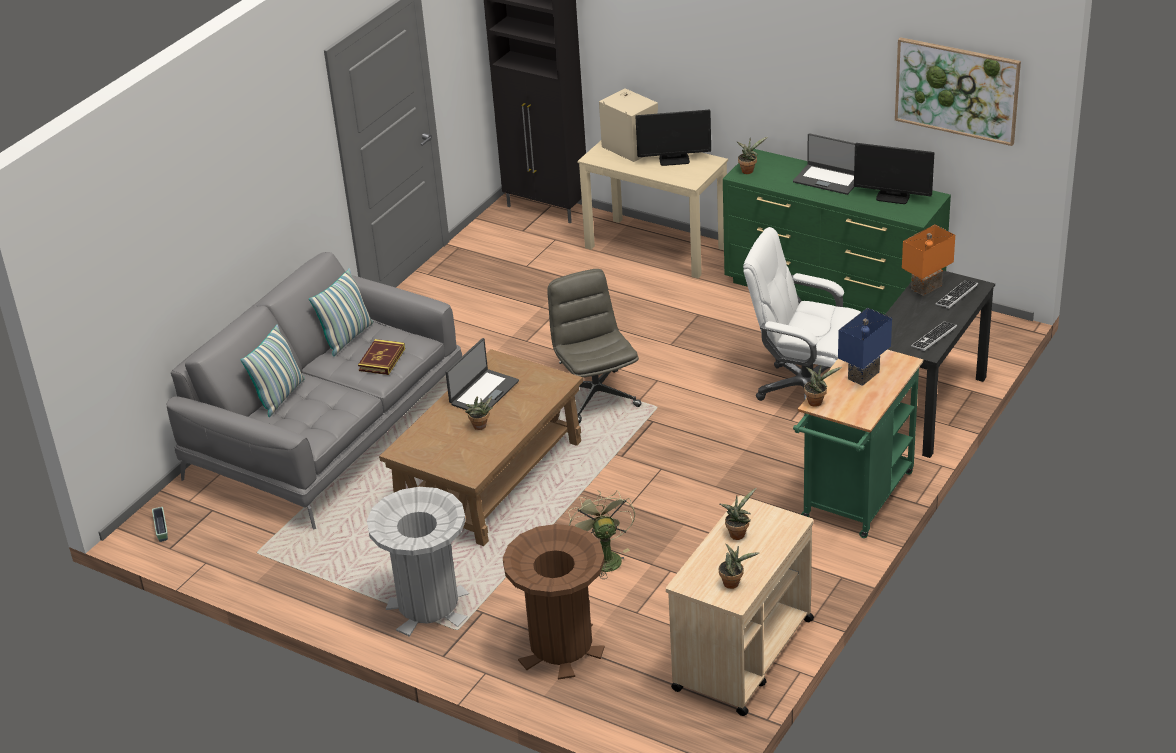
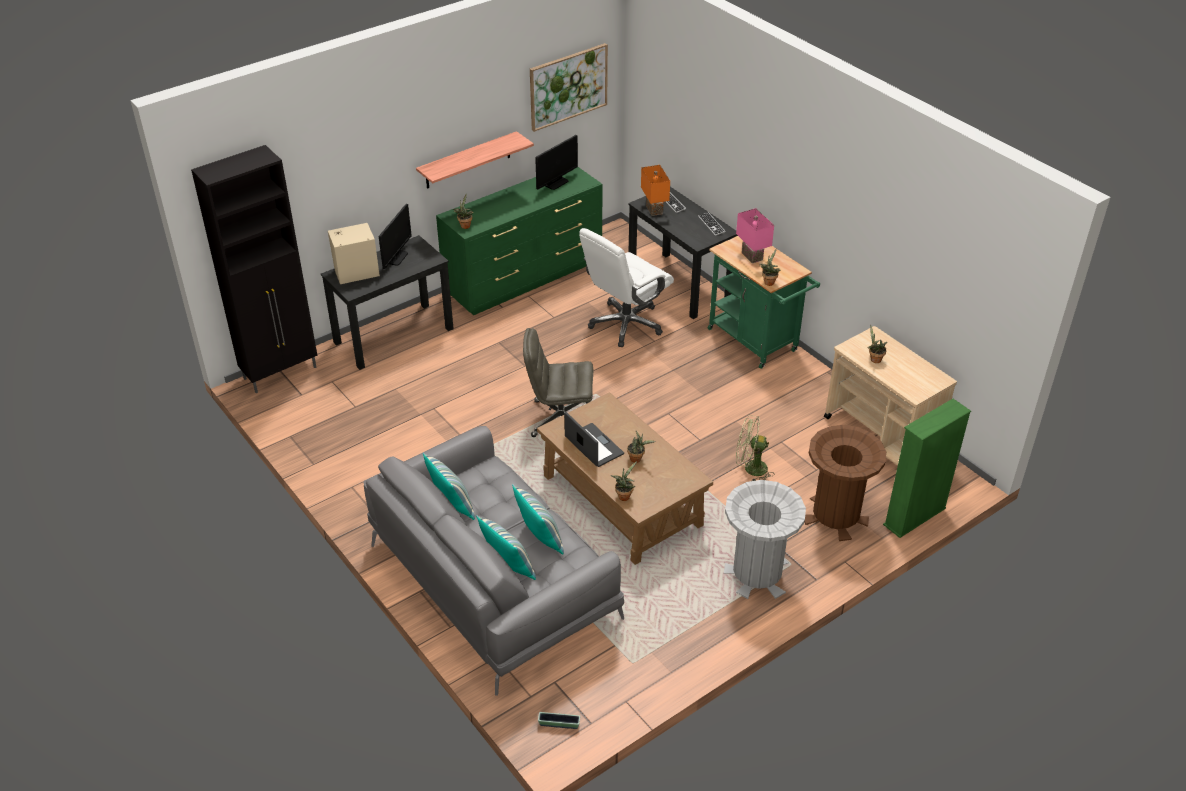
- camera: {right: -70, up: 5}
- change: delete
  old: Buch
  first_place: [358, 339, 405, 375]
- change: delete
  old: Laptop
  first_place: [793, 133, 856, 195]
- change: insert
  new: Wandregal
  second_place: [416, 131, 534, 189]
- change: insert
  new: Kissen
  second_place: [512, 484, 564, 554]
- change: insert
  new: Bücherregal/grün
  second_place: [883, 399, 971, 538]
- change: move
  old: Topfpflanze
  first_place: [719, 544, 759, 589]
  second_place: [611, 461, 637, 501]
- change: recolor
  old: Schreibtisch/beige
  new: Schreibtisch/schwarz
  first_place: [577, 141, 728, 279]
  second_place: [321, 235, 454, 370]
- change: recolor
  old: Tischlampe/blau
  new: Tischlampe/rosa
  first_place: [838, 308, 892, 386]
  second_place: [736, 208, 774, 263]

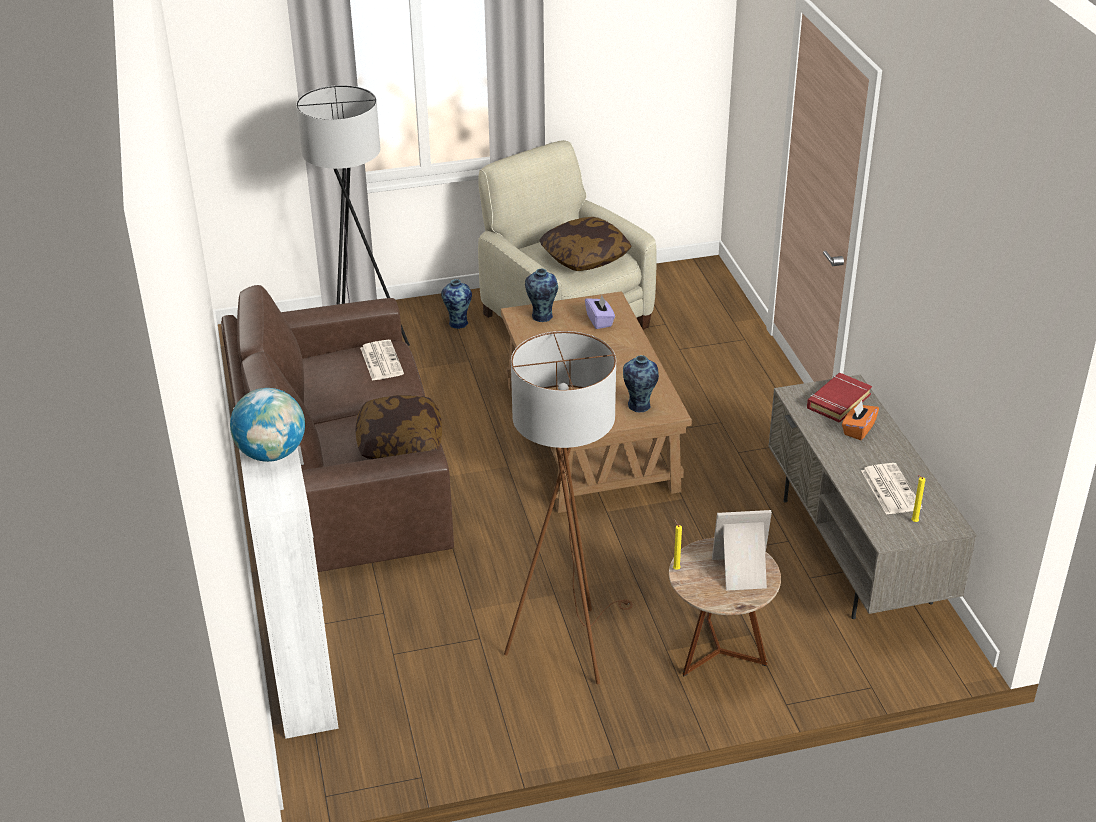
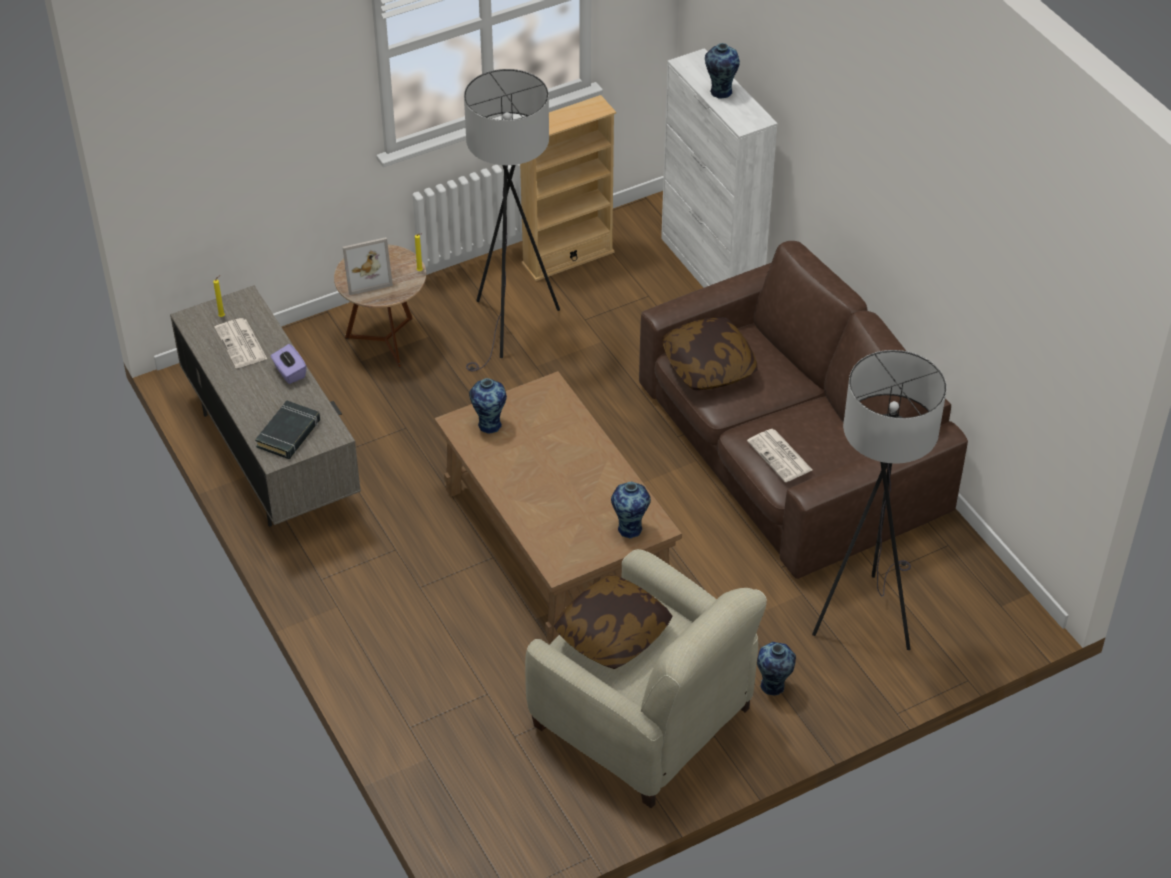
- camera: {right: 165, up: 10}
- change: delete
  old: Taschentuchbox/orange
  first_place: [842, 401, 879, 440]
- change: insert
  new: Bücherregal/beige
  second_place: [520, 95, 616, 281]
- change: move
  old: Taschentuchbox/lila
  first_place: [585, 295, 615, 329]
  second_place: [271, 344, 307, 384]
- change: replace
  old: Globus
  new: Vase
  first_place: [230, 388, 305, 462]
  second_place: [705, 43, 740, 99]
- change: recolor
  old: Stehlampe/braun
  new: Stehlampe/grau
  first_place: [504, 331, 633, 684]
  second_place: [464, 69, 560, 371]
- change: recolor
  old: Buch/rot
  new: Buch/schwarz
  first_place: [807, 373, 872, 423]
  second_place: [255, 401, 320, 459]

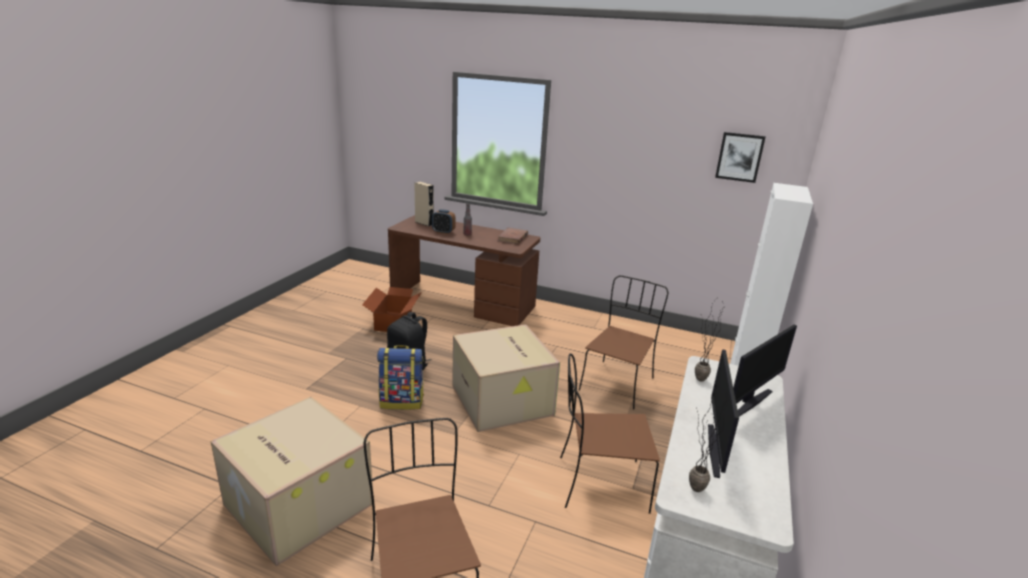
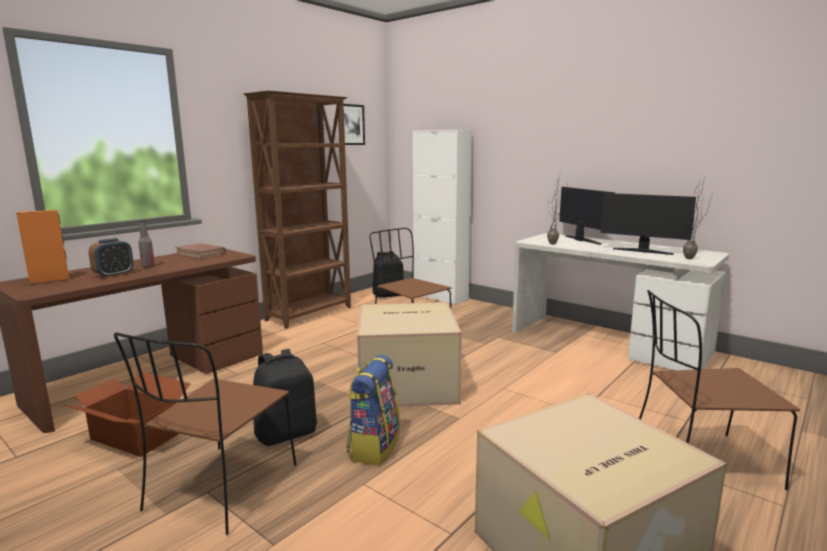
- camera: {right: -70, up: -10}
- change: insert
  new: Bücherregal/braun
  second_place: [243, 90, 351, 328]
- change: insert
  new: Rucksack/schwarz
  second_place: [373, 251, 404, 298]
- change: move
  old: Stuhl/braun
  first_place: [560, 354, 660, 514]
  second_place: [114, 332, 297, 535]
- change: recolor
  old: Lautsprecher/beige
  new: Lautsprecher/orange
  first_place: [414, 182, 434, 226]
  second_place: [16, 210, 70, 285]

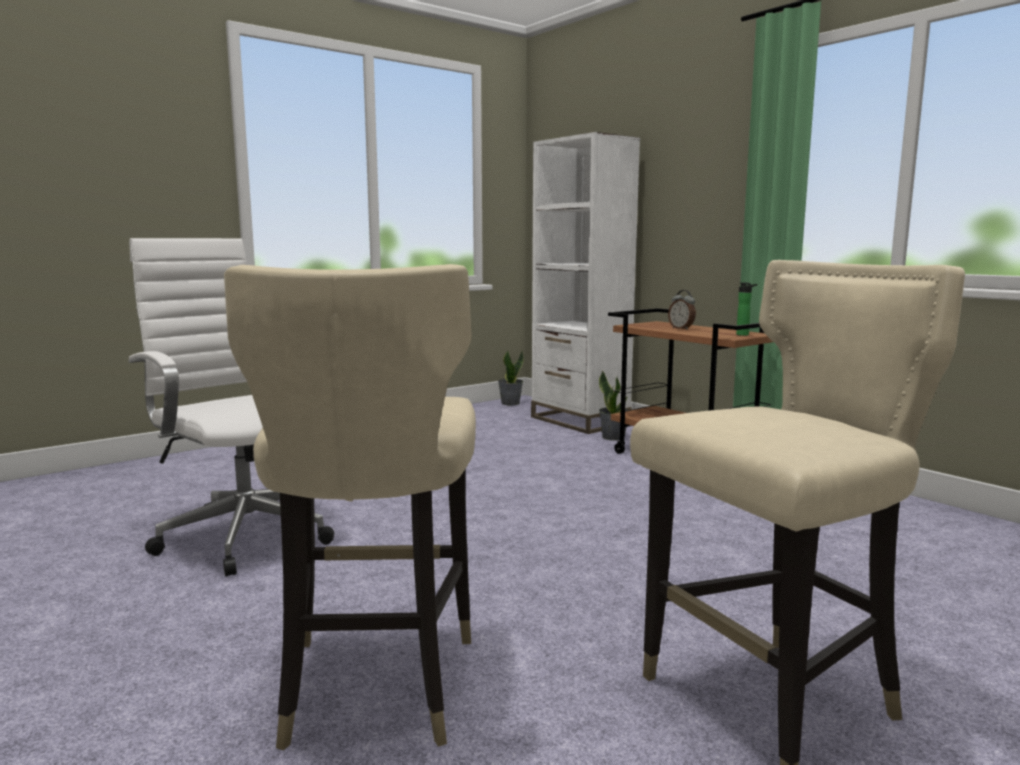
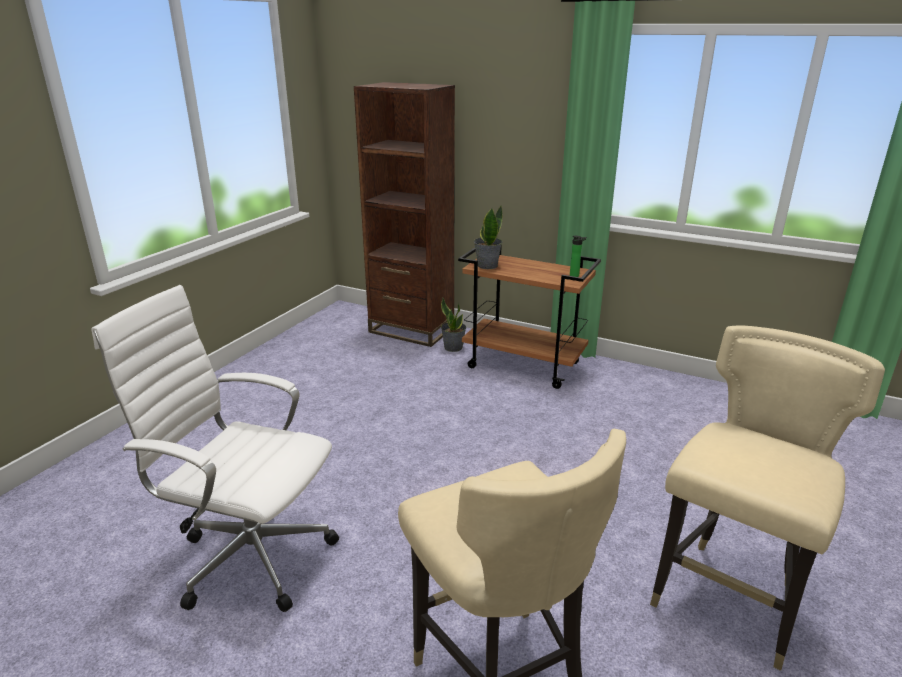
- camera: {right: -25, up: 15}
- change: delete
  old: Wecker
  first_place: [668, 290, 696, 330]
- change: move
  old: Topfpflanze
  first_place: [498, 350, 524, 405]
  second_place: [474, 205, 502, 269]
- change: recolor
  old: Bücherregal/weiß
  new: Bücherregal/braun
  first_place: [531, 132, 640, 434]
  second_place: [354, 82, 455, 347]

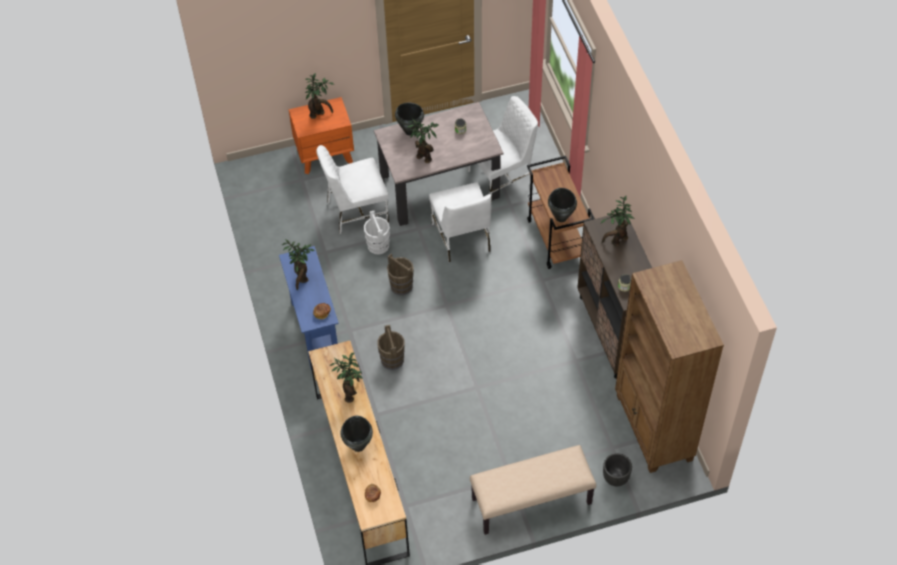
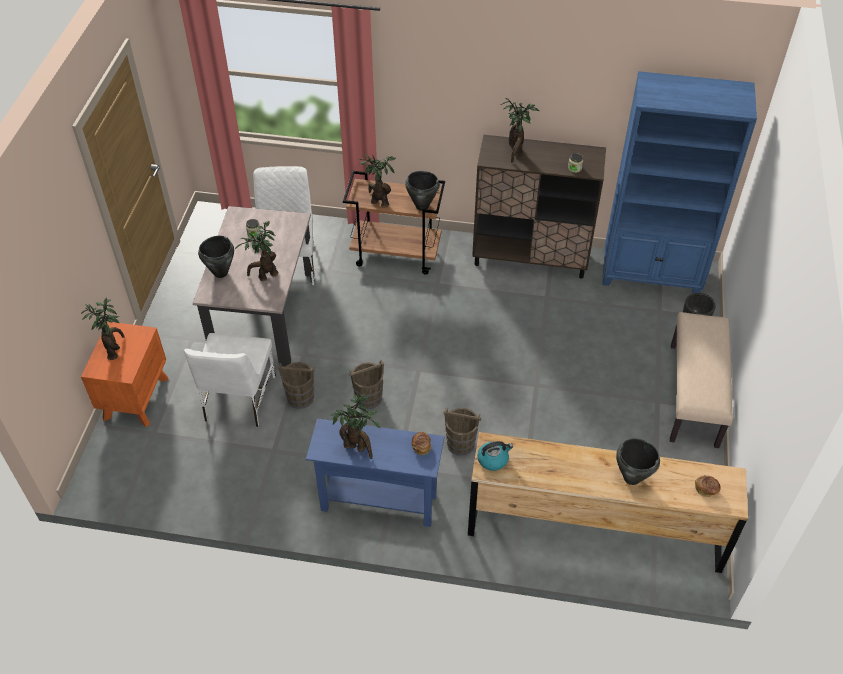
- camera: {right: -65, up: -5}
- change: delete
  old: Stuhl/weiß
  first_place: [429, 182, 492, 262]
- change: insert
  new: Wasserkessel
  second_place: [477, 441, 513, 471]
- change: move
  old: Topfpflanze
  first_place: [330, 353, 363, 403]
  second_place: [360, 154, 396, 208]
- change: recolor
  old: Eimer/weiß
  new: Eimer/braun
  first_place: [364, 211, 390, 255]
  second_place: [278, 362, 315, 409]
- change: recolor
  old: Bücherregal/braun
  new: Bücherregal/blau
  first_place: [615, 260, 724, 473]
  second_place: [602, 71, 757, 294]

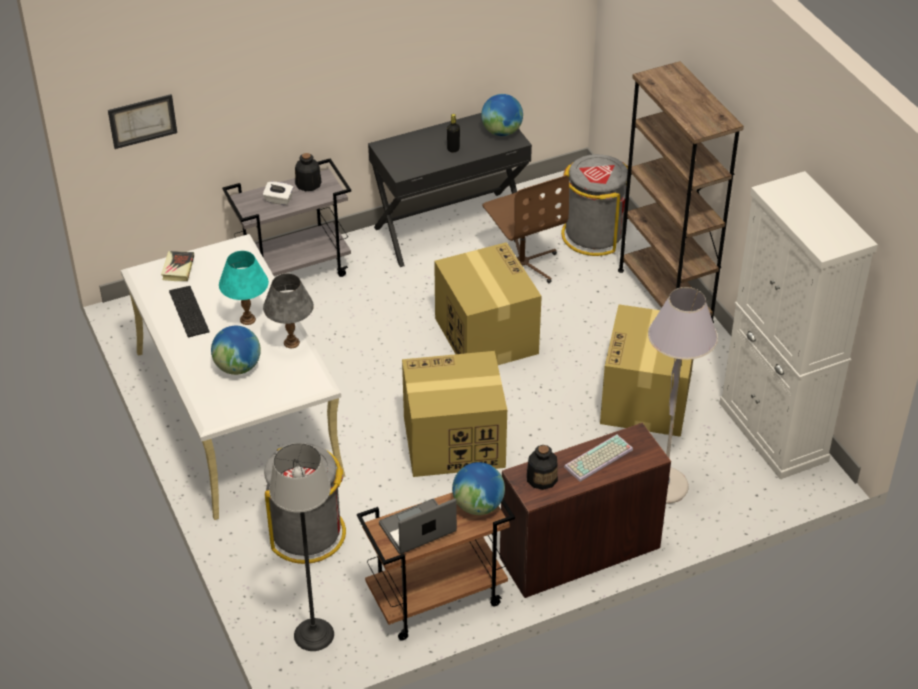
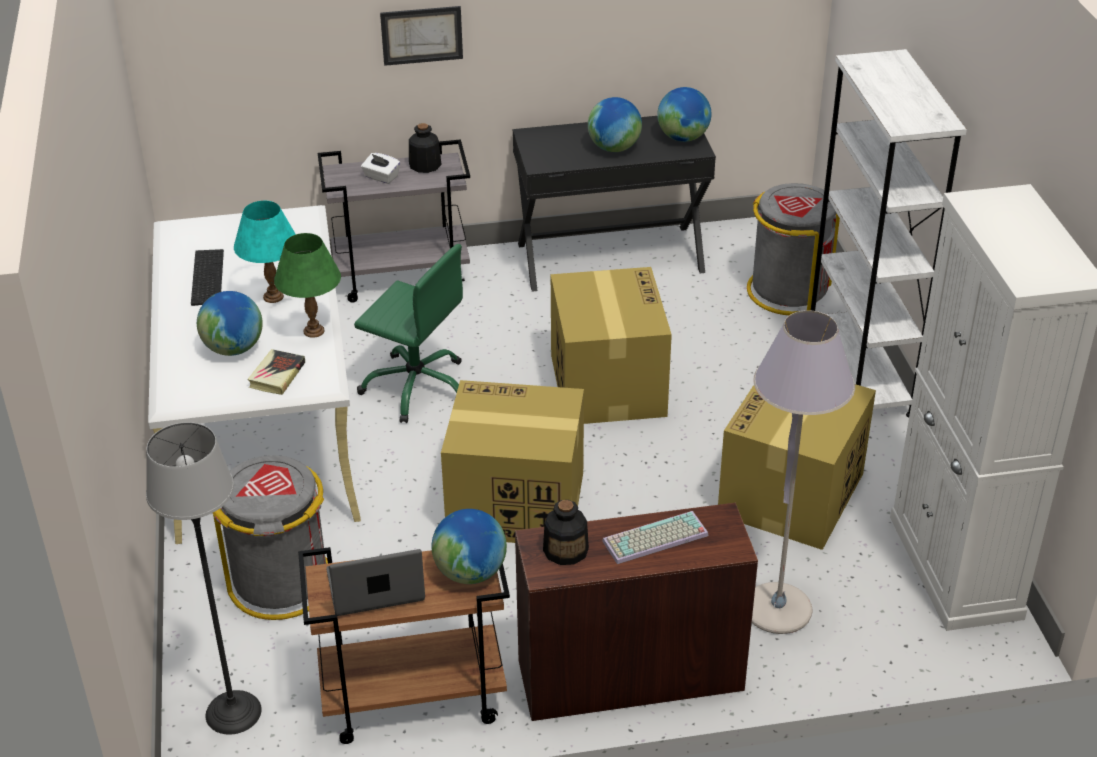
- camera: {right: 15, up: -5}
- change: delete
  old: Bürostuhl/braun
  first_place: [482, 175, 569, 283]
- change: insert
  new: Bürostuhl/grün
  second_place: [354, 244, 463, 423]
- change: move
  old: Bild
  first_place: [108, 94, 177, 149]
  second_place: [380, 6, 463, 66]
- change: move
  old: Buch
  first_place: [161, 251, 194, 281]
  second_place: [247, 349, 305, 395]
- change: replace
  old: Flasche/schwarz
  new: Globus
  first_place: [447, 114, 460, 152]
  second_place: [588, 97, 642, 152]
- change: recolor
  old: Tischlampe/grau
  new: Tischlampe/grün
  first_place: [263, 274, 314, 348]
  second_place: [274, 233, 341, 338]
- change: recolor
  old: Bücherregal/braun
  new: Bücherregal/weiß
  first_place: [618, 61, 744, 324]
  second_place: [811, 49, 967, 418]

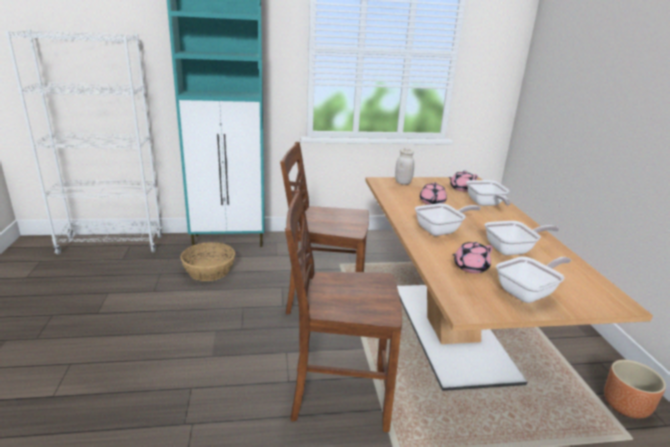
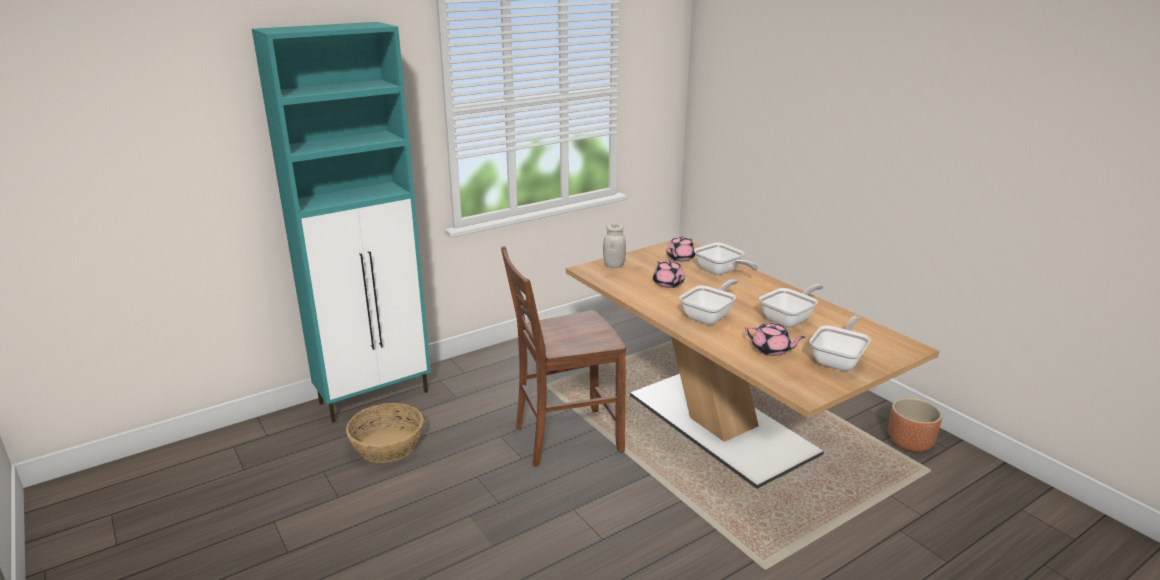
- camera: {right: -25, up: 0}
- change: delete
  old: Bücherregal/weiß
  first_place: [5, 29, 162, 255]
- change: delete
  old: Stuhl/braun
  first_place: [285, 190, 402, 432]
- change: rotate
  old: Teekanne/rosa
  first_place: [453, 242, 493, 273]
  second_place: [745, 323, 805, 356]
  degrees: -90

